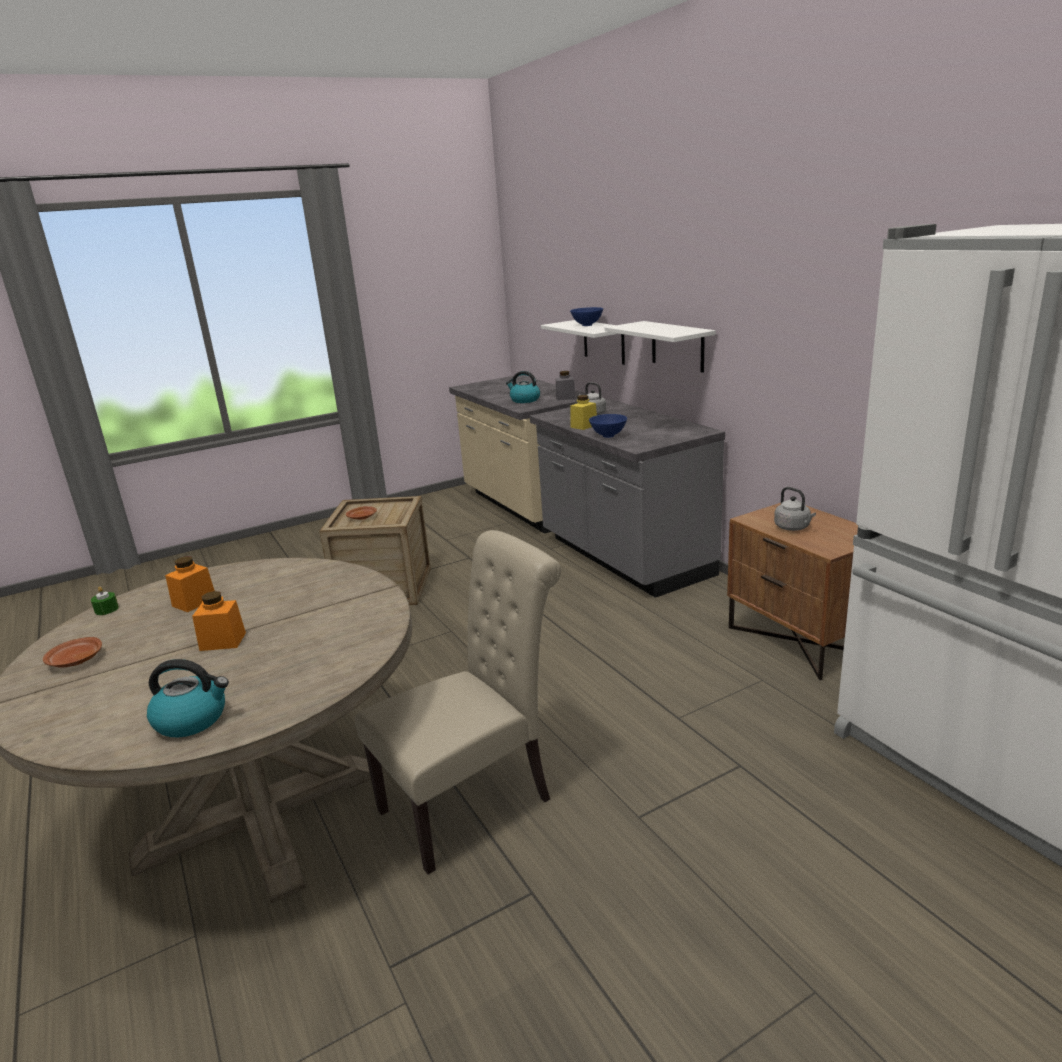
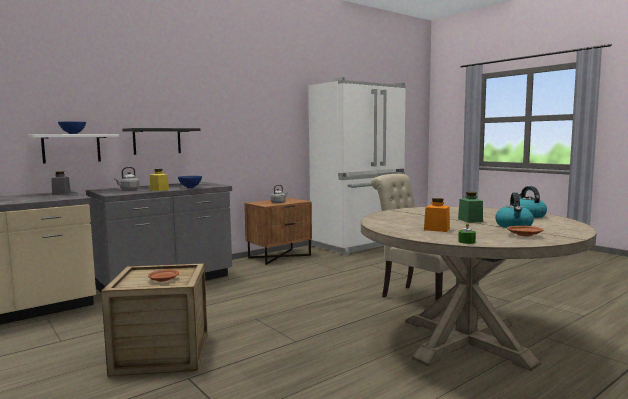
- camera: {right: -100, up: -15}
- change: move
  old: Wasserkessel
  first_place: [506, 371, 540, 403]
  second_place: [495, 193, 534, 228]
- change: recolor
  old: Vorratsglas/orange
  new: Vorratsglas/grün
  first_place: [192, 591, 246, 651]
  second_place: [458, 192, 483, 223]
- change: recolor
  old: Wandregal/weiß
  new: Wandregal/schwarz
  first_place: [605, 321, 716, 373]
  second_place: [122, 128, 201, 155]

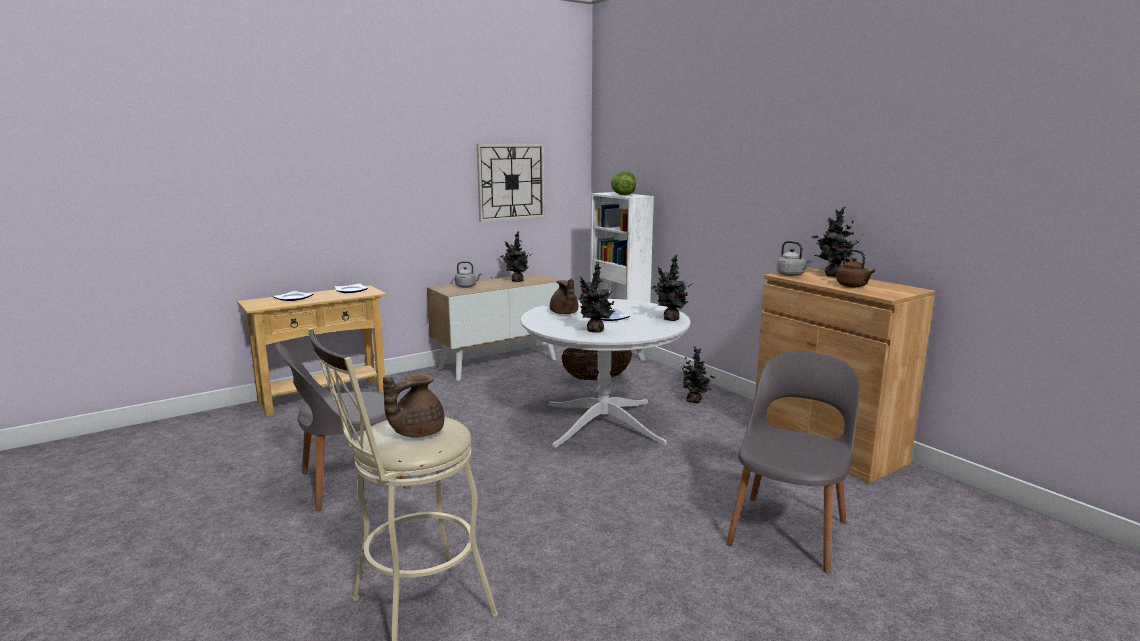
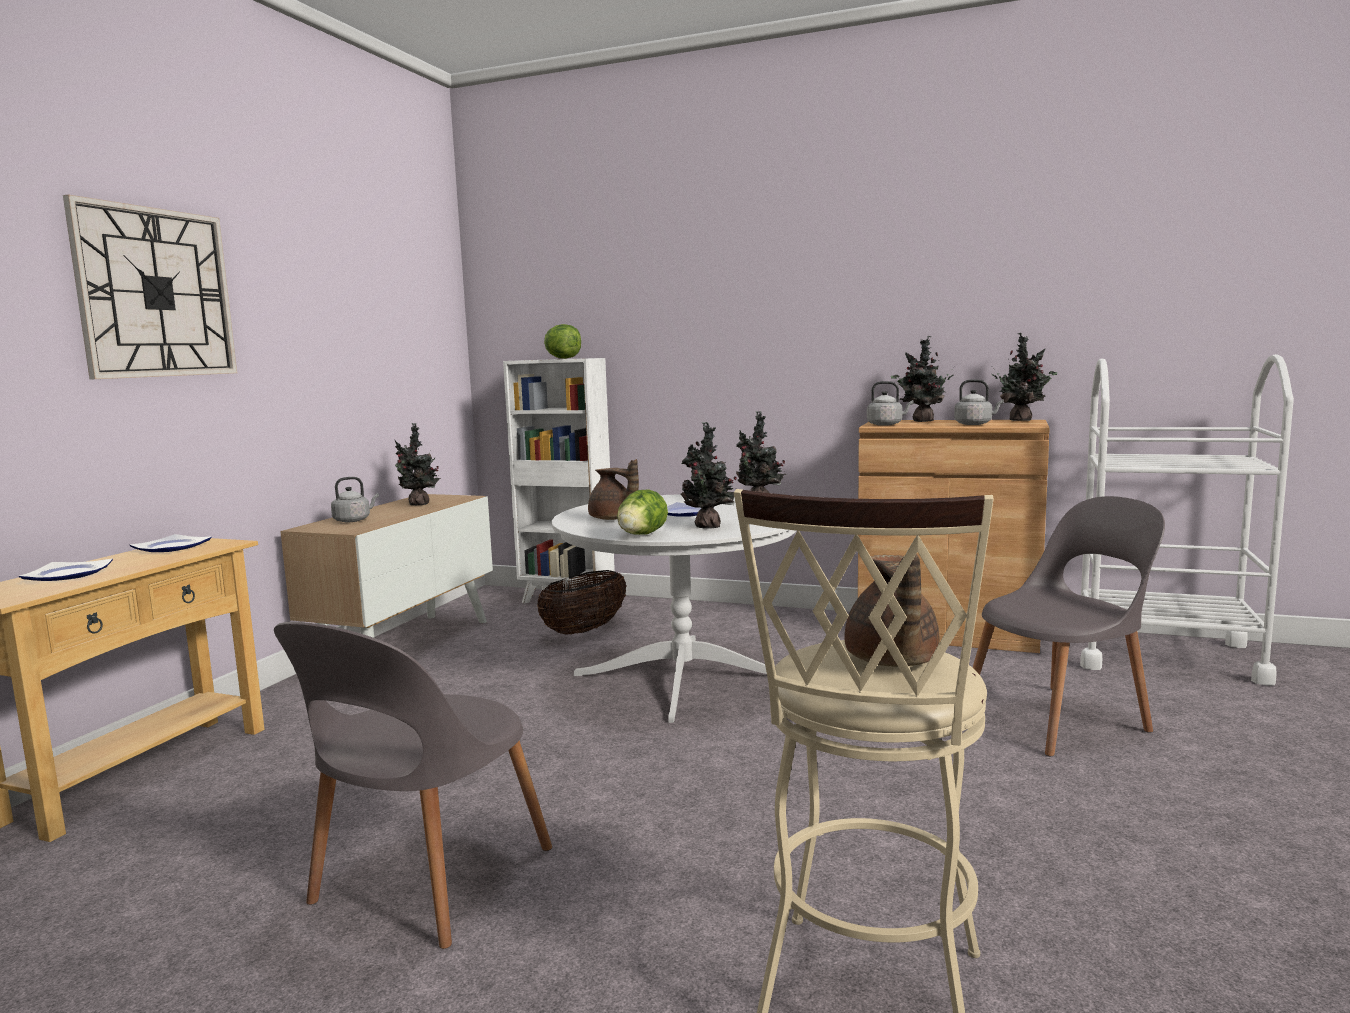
- camera: {right: -35, up: -5}
- change: insert
  new: Salatkopf
  second_place: [617, 489, 668, 535]
- change: insert
  new: Rollwagen/weiß
  second_place: [1080, 354, 1294, 685]
- change: move
  old: Wanduhr
  first_place: [477, 144, 545, 222]
  second_place: [63, 194, 237, 379]
- change: move
  old: Topfpflanze
  first_place: [678, 346, 716, 403]
  second_place: [992, 333, 1057, 421]
- change: recolor
  old: Wasserkessel/braun
  new: Wasserkessel/grau
  first_place: [837, 249, 875, 287]
  second_place: [954, 379, 1004, 425]
- change: rotate
  old: Stuhl/grau
  first_place: [726, 351, 859, 573]
  second_place: [973, 496, 1165, 756]
  degrees: 75

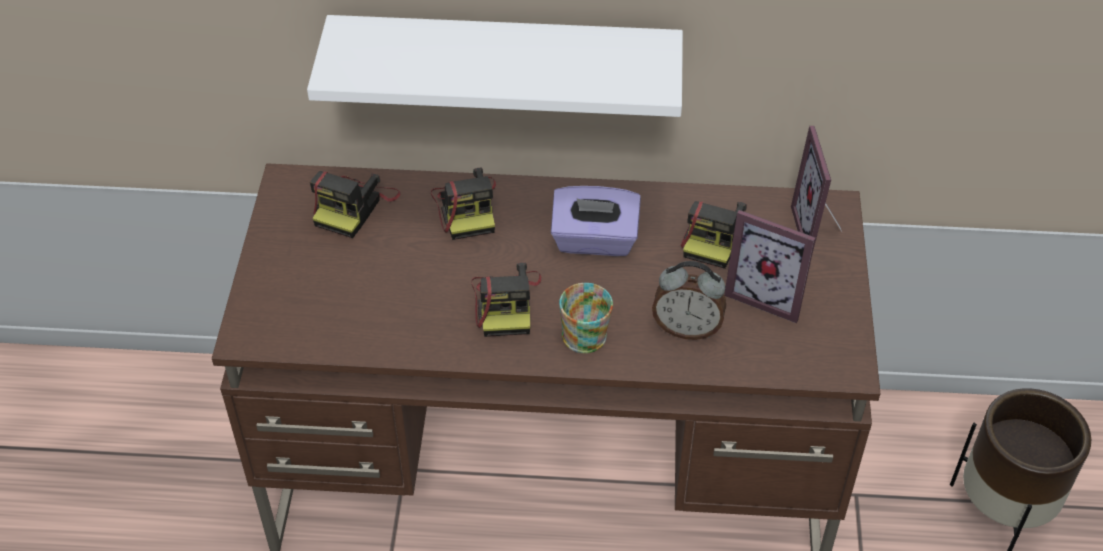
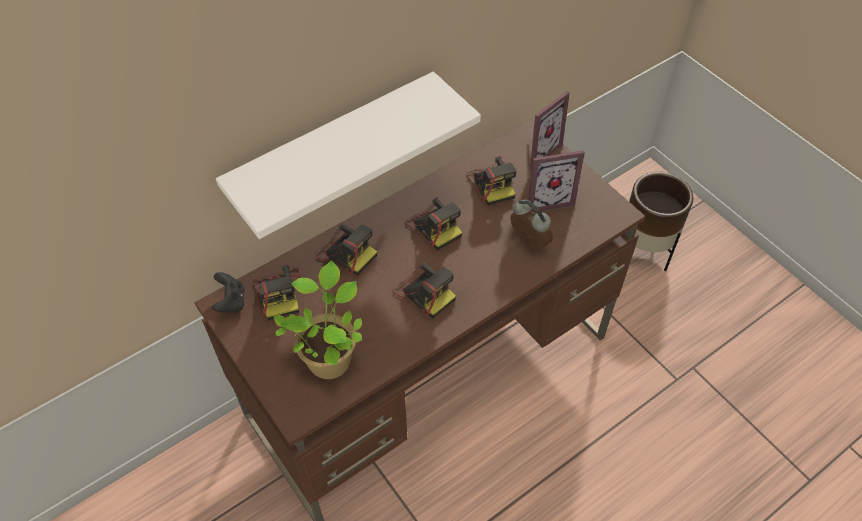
- camera: {right: -40, up: 5}
- change: delete
  old: Henkelbecher
  first_place: [559, 283, 613, 353]
- change: insert
  new: Gamepad/schwarz
  second_place: [212, 272, 244, 313]
- change: insert
  new: Topfpflanze
  second_place: [274, 261, 362, 379]
- change: replace
  old: Taschentuchbox/lila
  new: Kamera
  first_place: [551, 186, 641, 256]
  second_place: [405, 197, 462, 251]
- change: rotate
  old: Wecker
  first_place: [652, 261, 726, 340]
  second_place: [510, 200, 553, 250]
  degrees: -105
- change: rotate
  old: Bilderrahmen
  first_place: [791, 126, 842, 250]
  second_place: [530, 91, 570, 169]
  degrees: -90

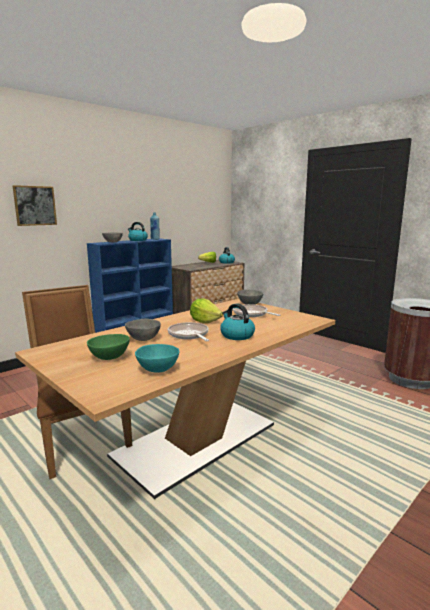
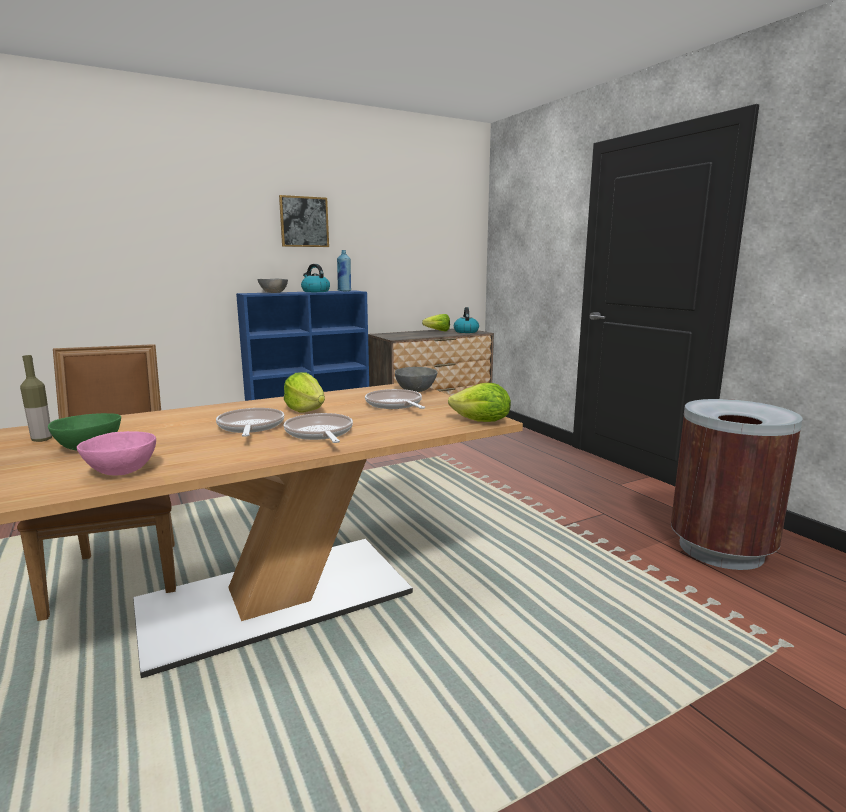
- camera: {right: 15, up: 0}
- change: delete
  old: Schüssel/grau
  first_place: [125, 319, 161, 341]
- change: insert
  new: Flasche
  second_place: [20, 355, 52, 442]
- change: insert
  new: Salatkopf
  second_place: [448, 383, 511, 422]
- change: move
  old: Bild
  first_place: [12, 185, 57, 226]
  second_place: [279, 195, 329, 247]
- change: replace
  old: Wasserkessel
  new: Pfanne
  first_place: [220, 303, 255, 340]
  second_place: [283, 413, 353, 443]
- change: recolor
  old: Schüssel/türkis
  new: Schüssel/rosa
  first_place: [135, 344, 179, 373]
  second_place: [77, 431, 156, 476]

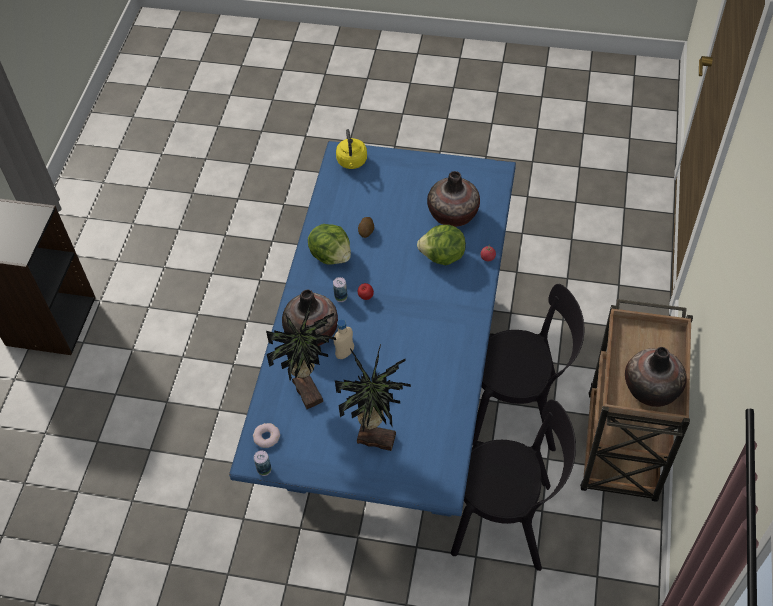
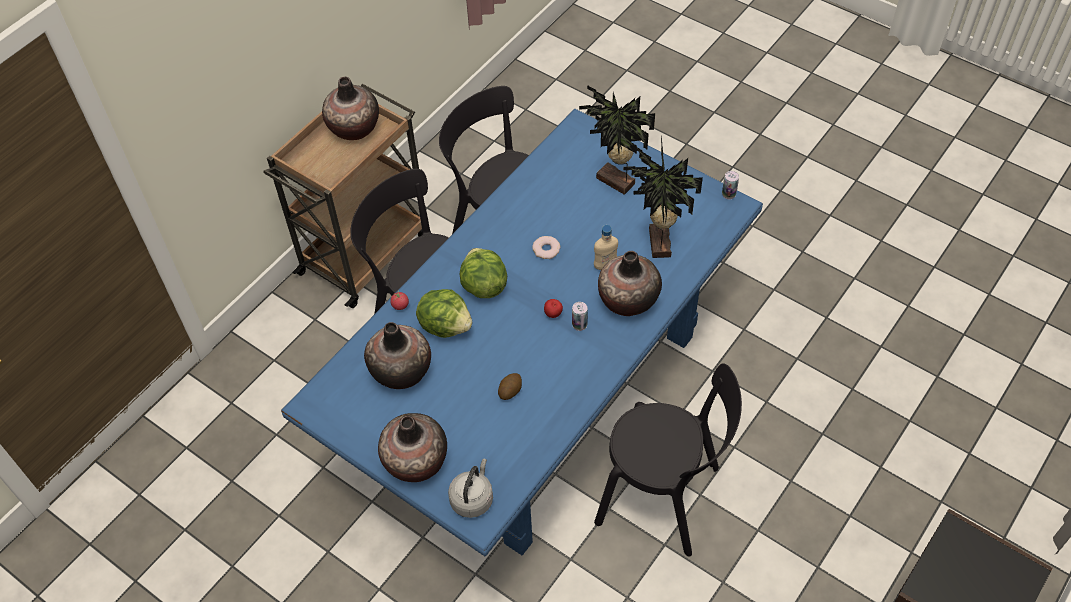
- camera: {right: -155, up: 0}
- change: insert
  new: Vase
  second_place: [378, 413, 447, 482]
- change: insert
  new: Stuhl/schwarz
  second_place: [594, 363, 742, 557]
- change: move
  old: Donut
  first_place: [253, 423, 280, 448]
  second_place: [532, 236, 560, 259]
- change: move
  old: Salatkopf
  first_place: [308, 224, 351, 265]
  second_place: [460, 248, 507, 298]
- change: recolor
  old: Wasserkessel/gelb
  new: Wasserkessel/grau
  first_place: [336, 129, 367, 169]
  second_place: [448, 459, 493, 518]

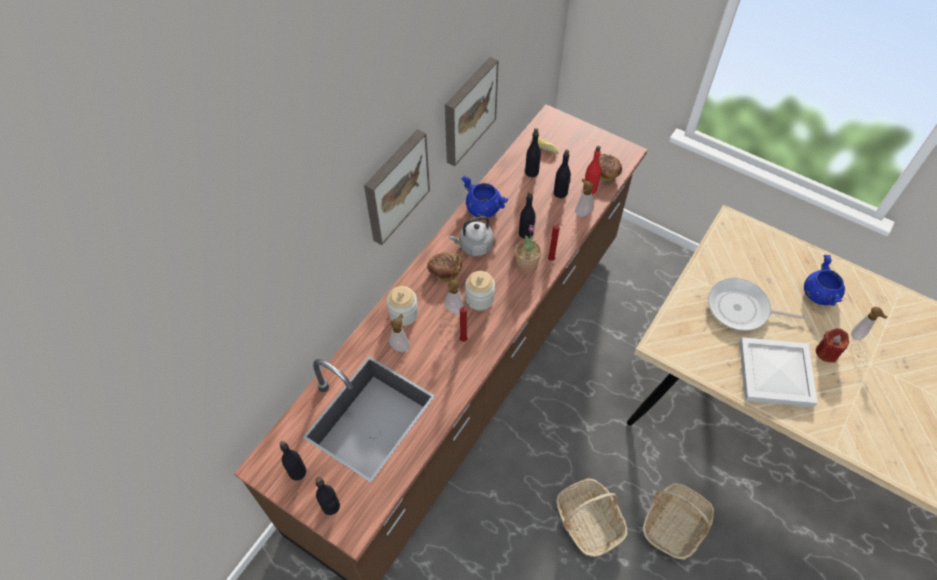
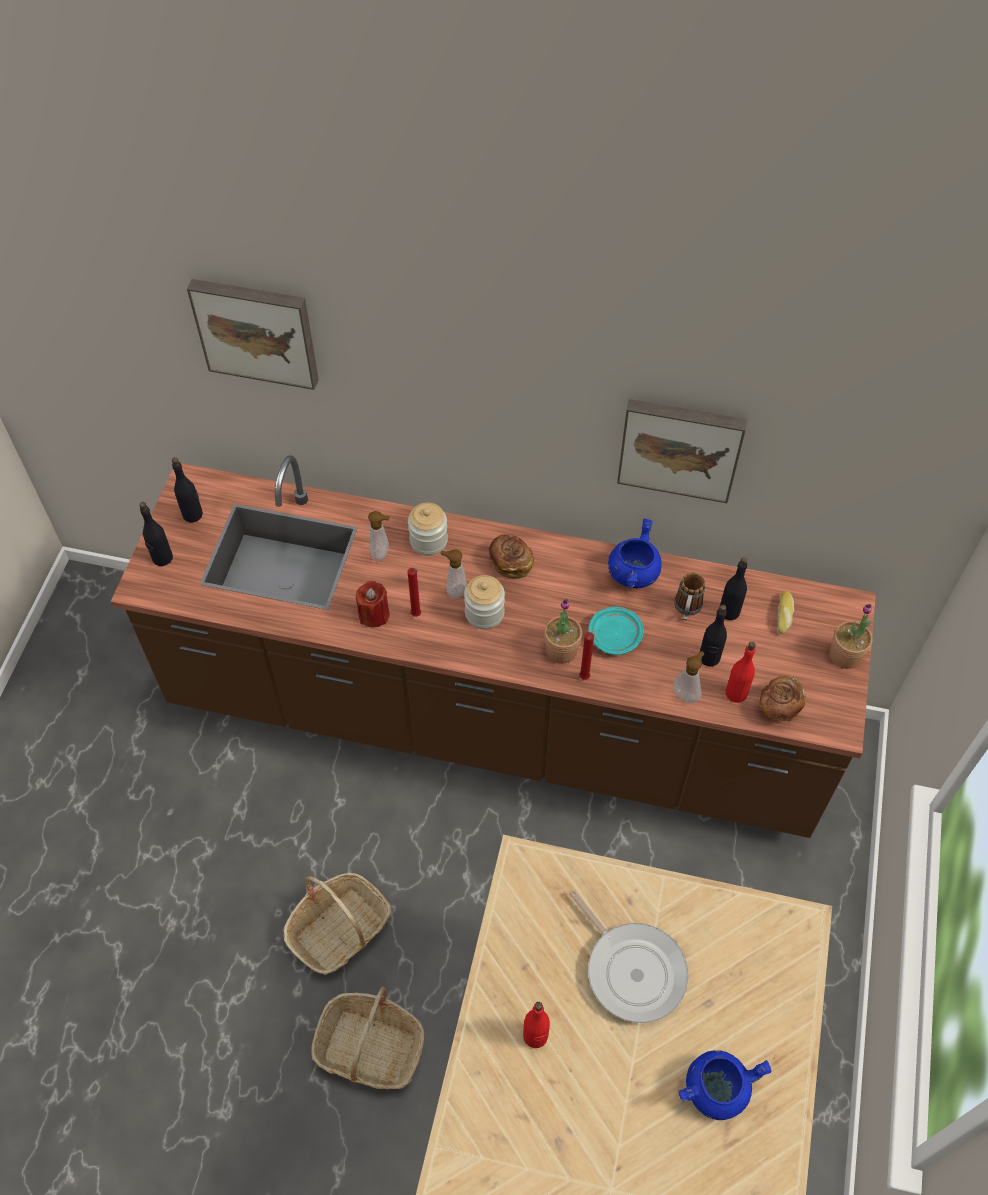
- camera: {right: 70, up: 0}
- change: delete
  old: Wasserkessel/grau
  first_place: [449, 216, 494, 257]
- change: delete
  old: Seifenspender
  first_place: [851, 307, 887, 340]
- change: insert
  new: Henkelbecher
  second_place: [674, 573, 705, 620]
- change: insert
  new: Topfpflanze
  second_place: [830, 604, 873, 669]
- change: move
  old: Bild
  first_place: [364, 129, 430, 245]
  second_place: [187, 279, 319, 390]
- change: move
  old: Kerze/rot
  first_place: [816, 328, 849, 363]
  second_place: [356, 581, 390, 628]
- change: replace
  old: Flasche/schwarz
  new: Teller/türkis
  first_place: [519, 191, 536, 239]
  second_place: [589, 607, 644, 655]
- change: replace
  old: Tablett/weiß
  new: Flasche/rot
  first_place: [739, 337, 818, 407]
  second_place: [523, 1002, 550, 1048]
- change: rotate
  old: Pfanne
  first_place: [708, 278, 807, 331]
  second_place: [569, 890, 689, 1023]
  degrees: 150

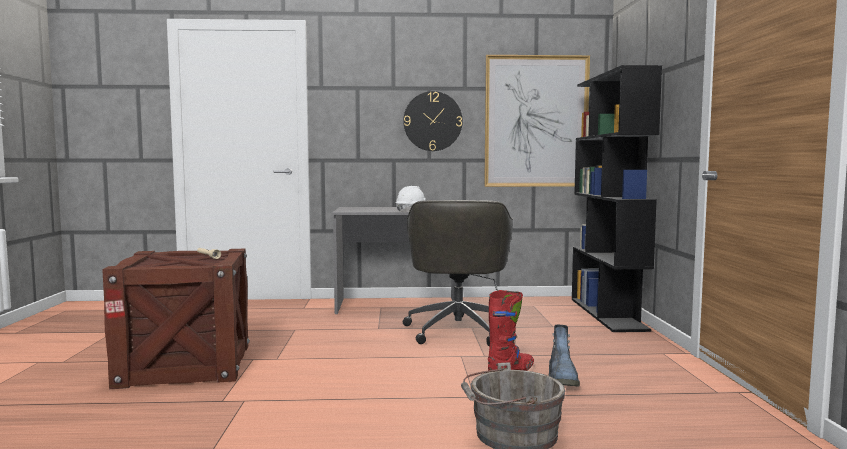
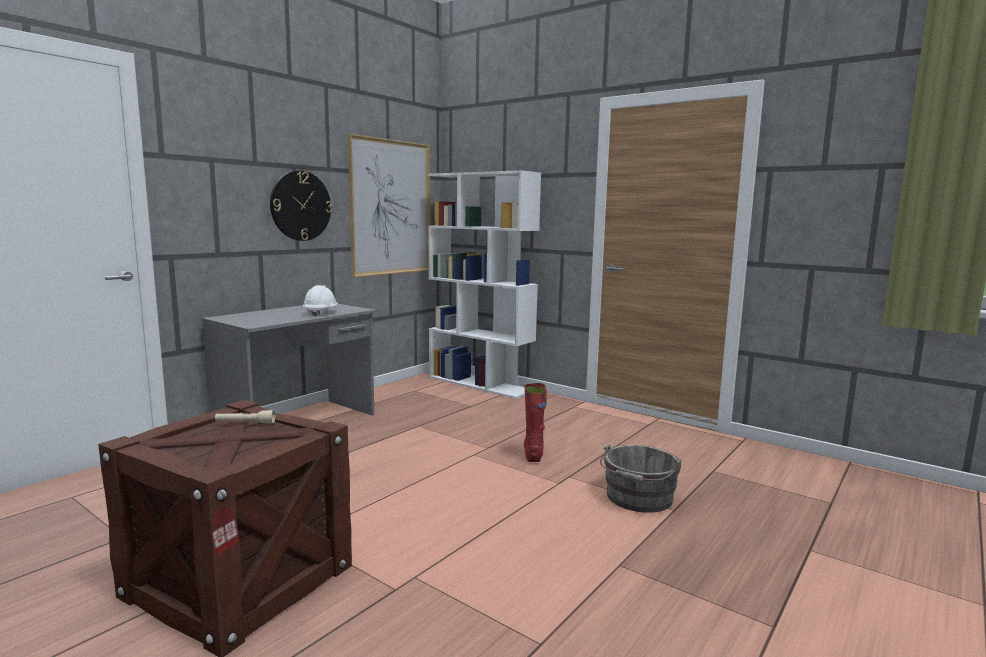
- camera: {right: -50, up: 5}
- change: delete
  old: Bürostuhl/grau
  first_place: [403, 200, 513, 346]
- change: delete
  old: Stiefel
  first_place: [548, 325, 580, 387]
- change: recolor
  old: Bücherregal/schwarz
  new: Bücherregal/weiß
  first_place: [572, 65, 662, 332]
  second_place: [428, 170, 541, 399]

